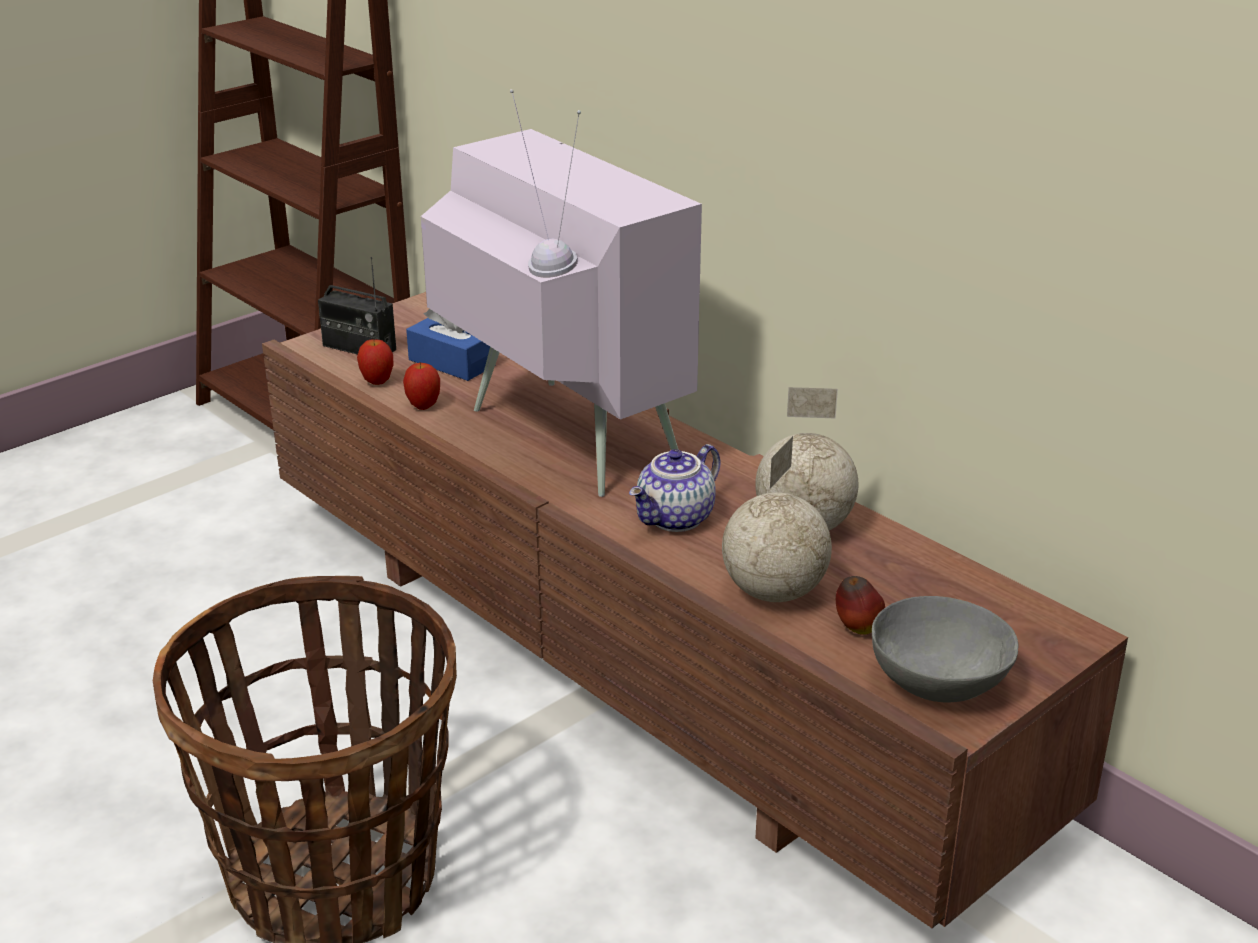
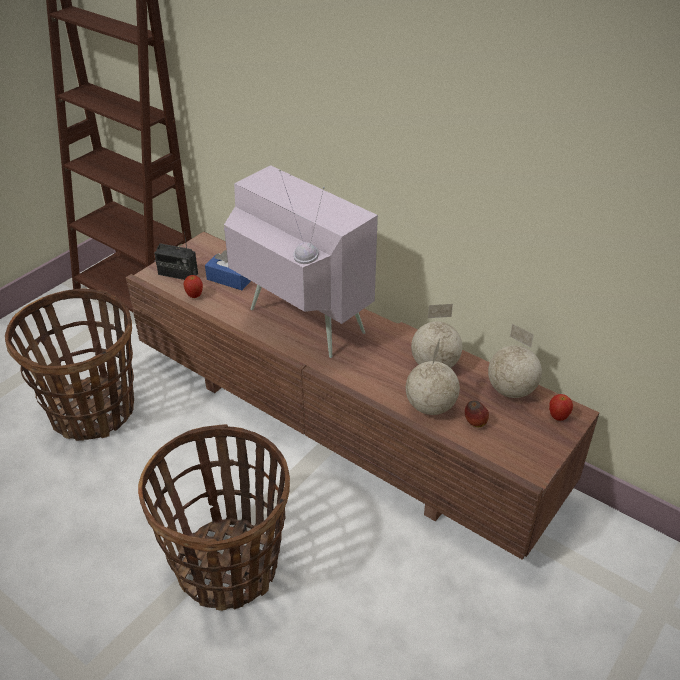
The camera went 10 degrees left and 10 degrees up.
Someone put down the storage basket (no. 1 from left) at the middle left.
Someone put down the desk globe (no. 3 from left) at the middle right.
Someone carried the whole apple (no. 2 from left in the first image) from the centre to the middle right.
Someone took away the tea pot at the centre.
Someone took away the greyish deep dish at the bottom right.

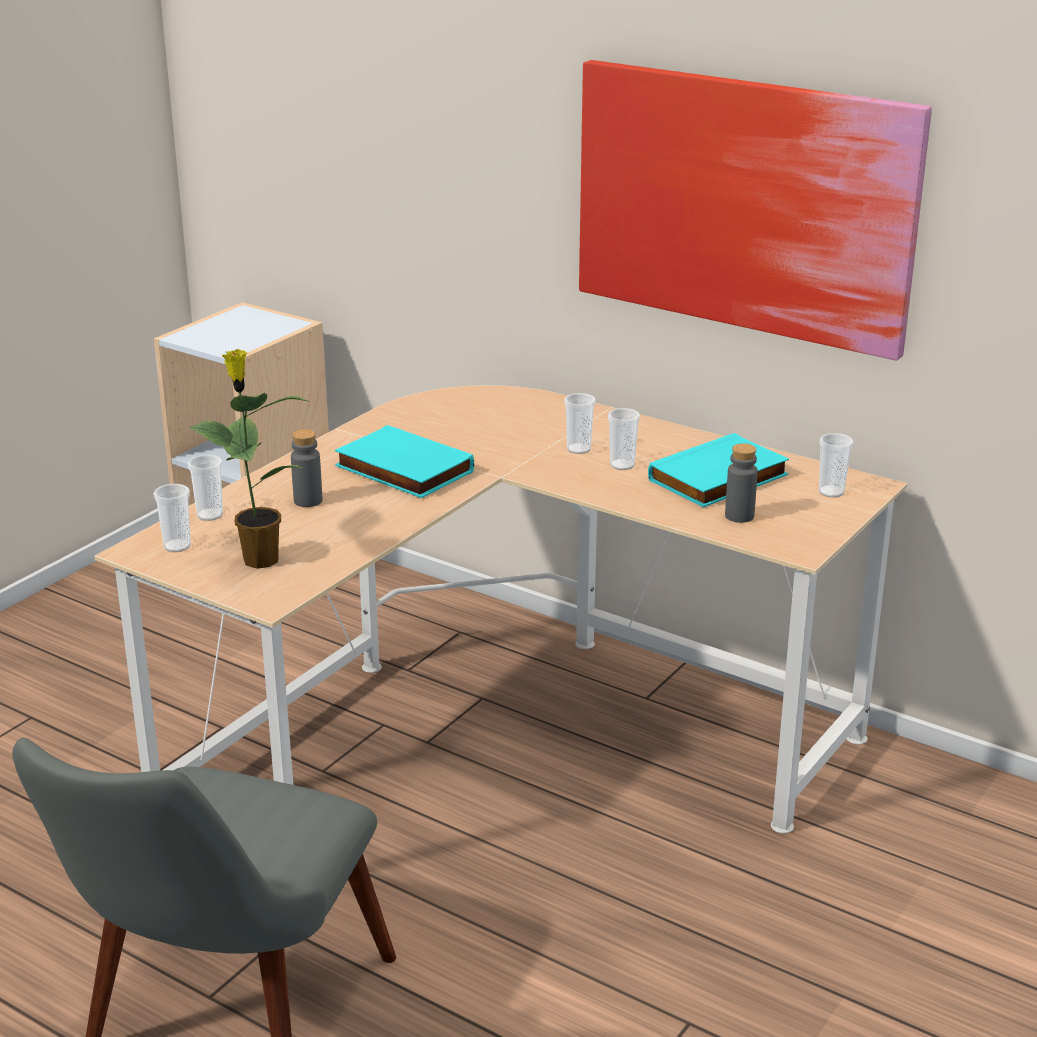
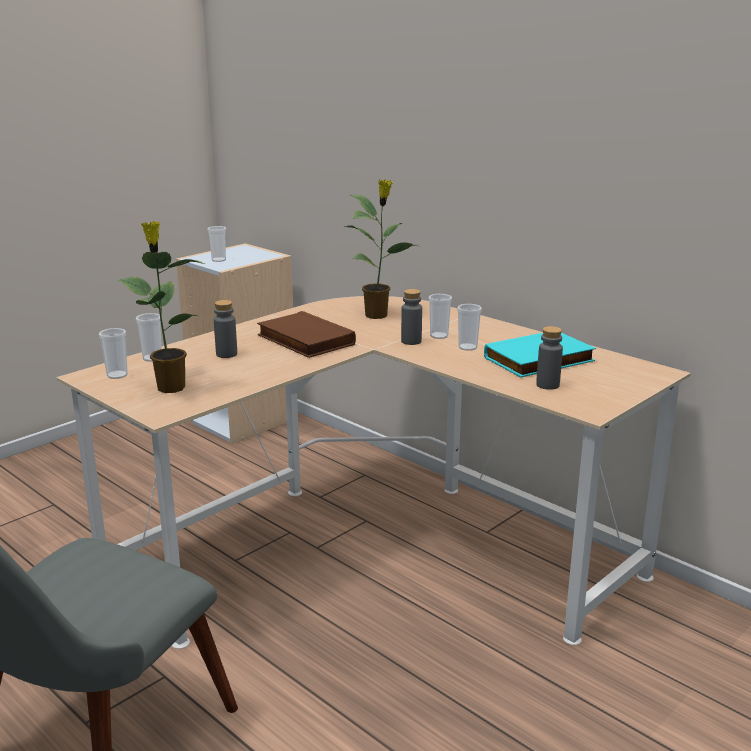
The camera went 10 degrees right and 5 degrees down.
Someone carried the small cup (no. 5 from left in the first image) from the middle right to the top left.
Someone repainted the turquoise volume (no. 1 from left) at the centre, which became the brown volume at the centre.
Someone put down the houseplant (no. 2 from left) at the top centre.
Someone put down the greyish beverage bottle (no. 2 from left) at the centre.
Someone took away the picture at the top right.

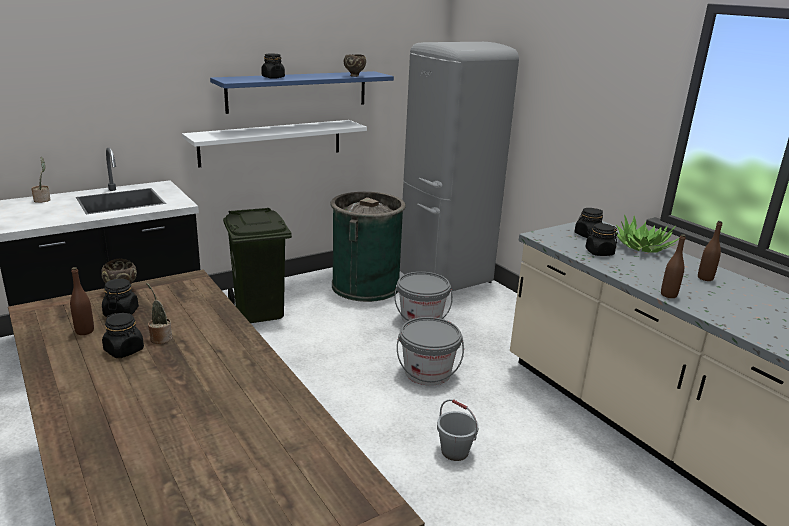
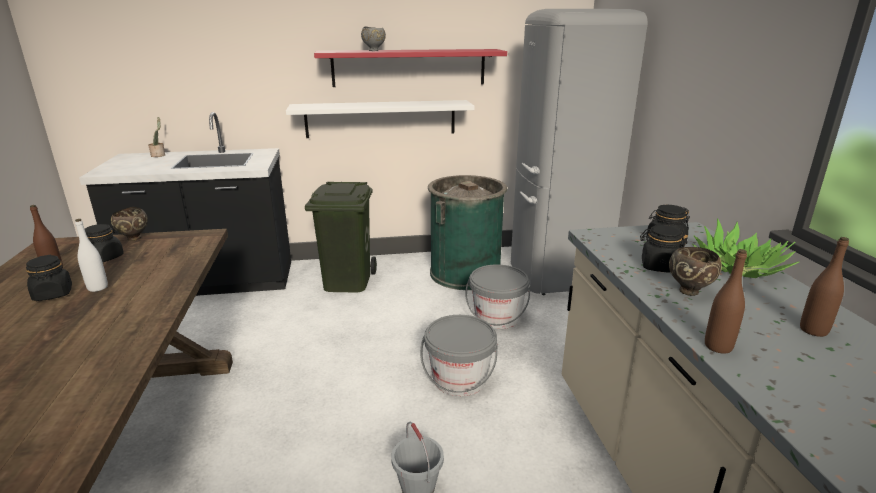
The camera went 25 degrees right and 0 degrees up.
Someone swapped the houseplant (no. 2 from left) at the middle left for the whitish beverage bottle at the middle left.
Someone repainted the bluish shelf at the top centre, which became the red-coloured shelf at the top centre.
Someone swapped the black-coloured jar (no. 3 from left) at the top centre for the greyish deep dish at the top centre.
Someone carried the brown deep dish (no. 2 from left) from the top centre to the middle right.

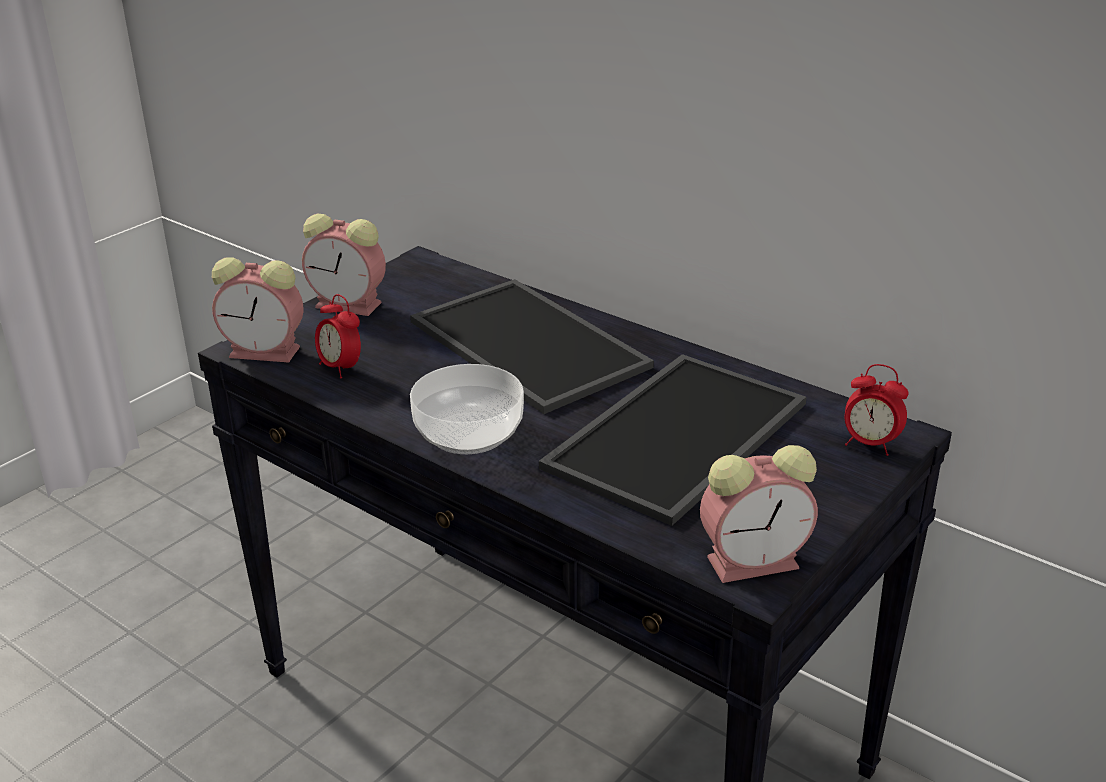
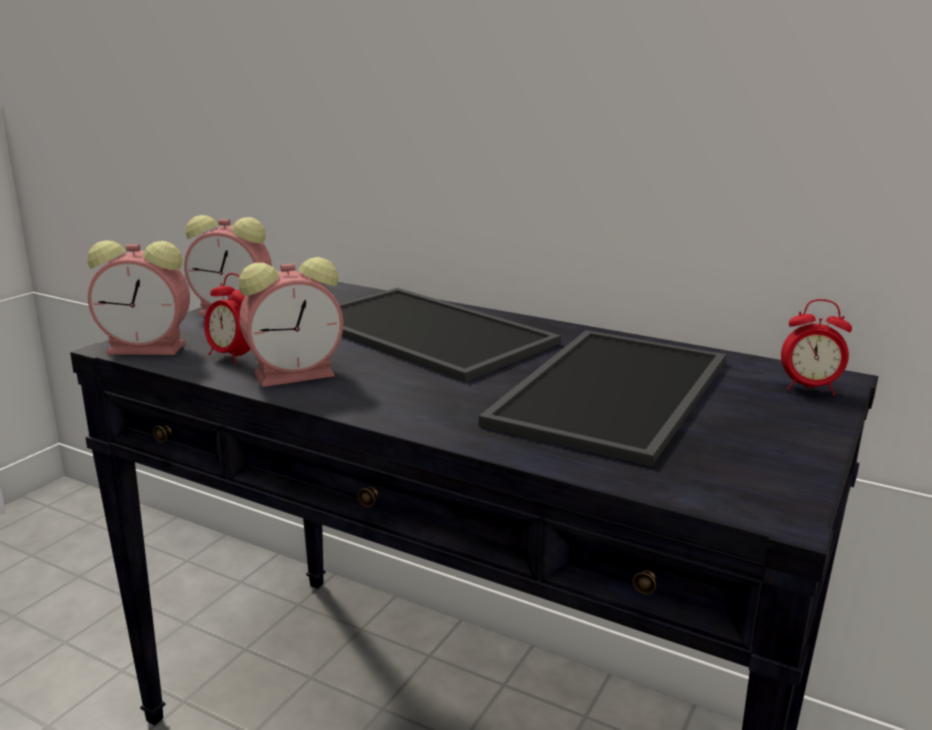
The camera went 10 degrees left and 10 degrees down.
Someone carried the bedside clock (no. 4 from left) from the middle right to the middle left.
Someone took away the deep dish at the centre.

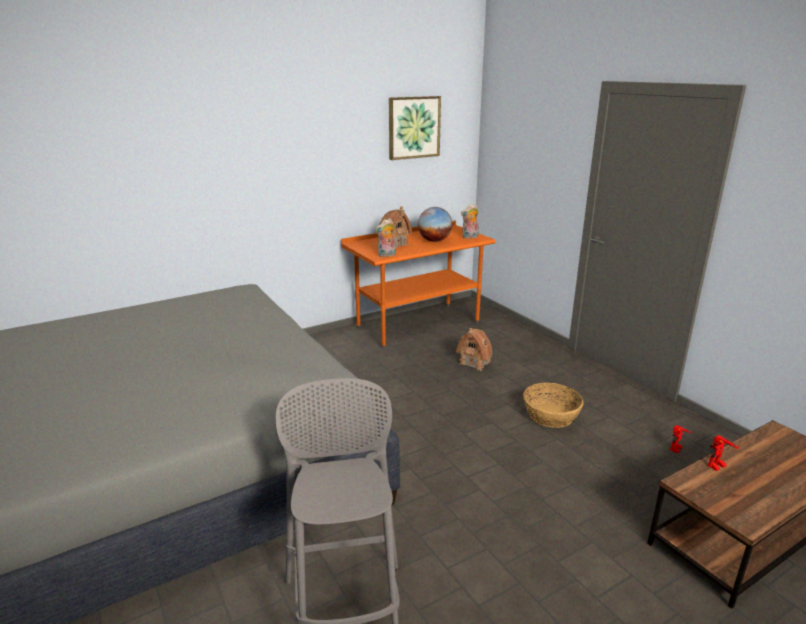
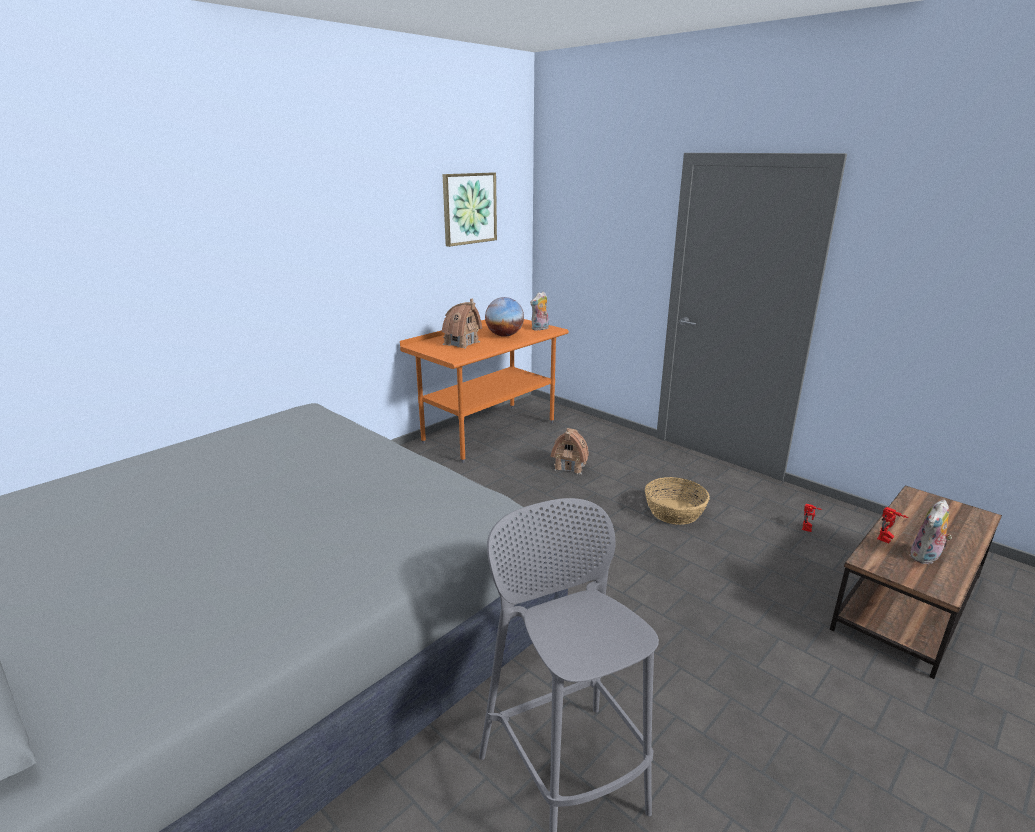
The camera went 15 degrees left and 0 degrees up.
Someone carried the cuddly toy (no. 1 from left in the first image) from the centre to the middle right.

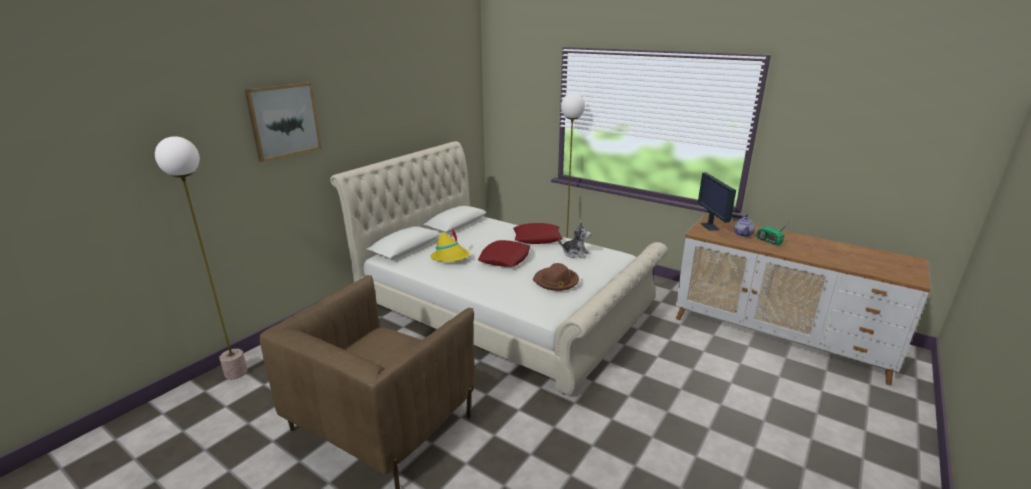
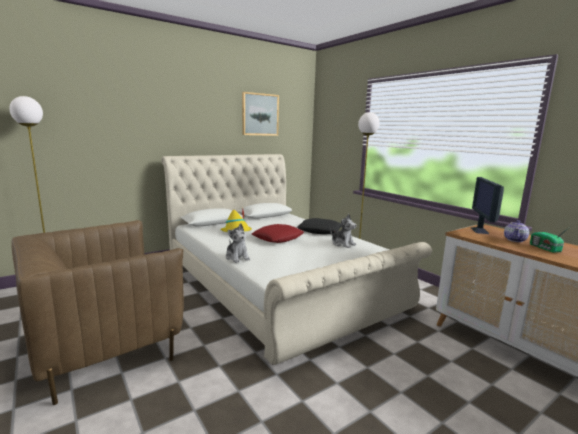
The camera went 20 degrees right and 10 degrees down.
Someone put down the cuddly toy (no. 1 from left) at the centre.
Someone carried the picture from the top left to the top centre.
Someone repainted the red-coloured pillow (no. 2 from left) at the centre, which became the black-coloured pillow at the centre.
Someone took away the brown wearable hat at the centre.

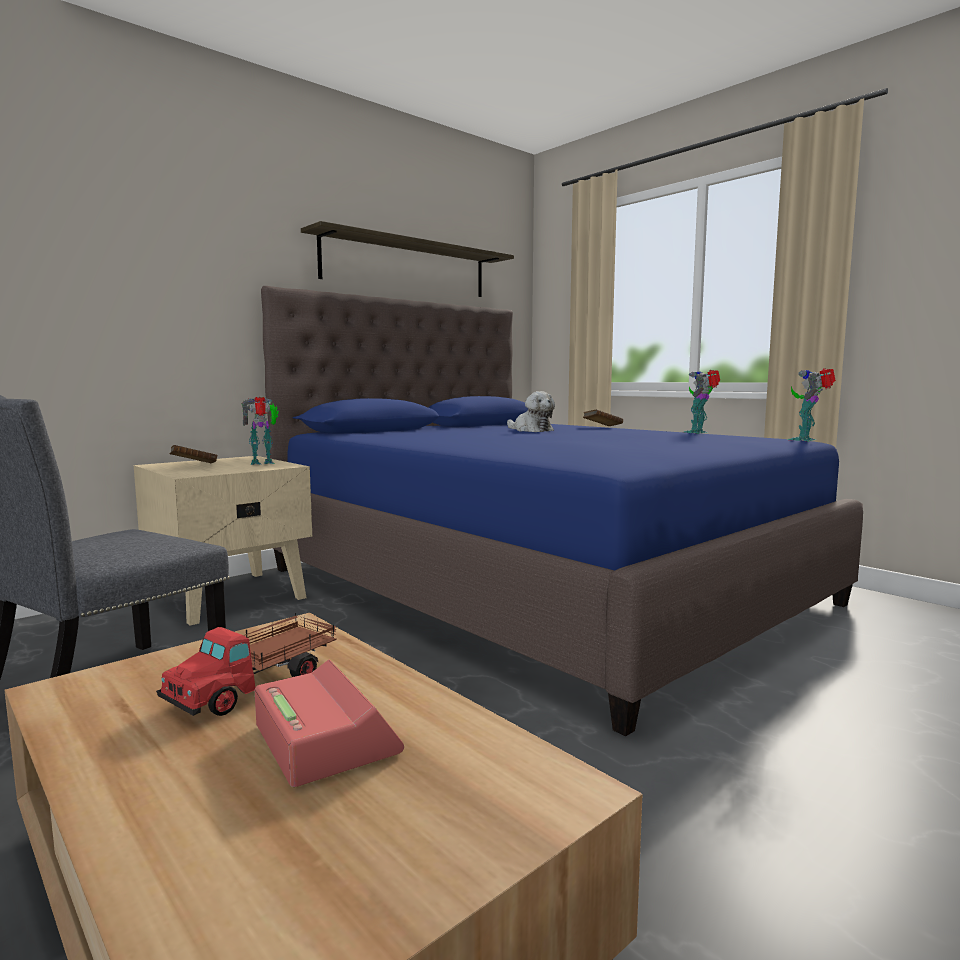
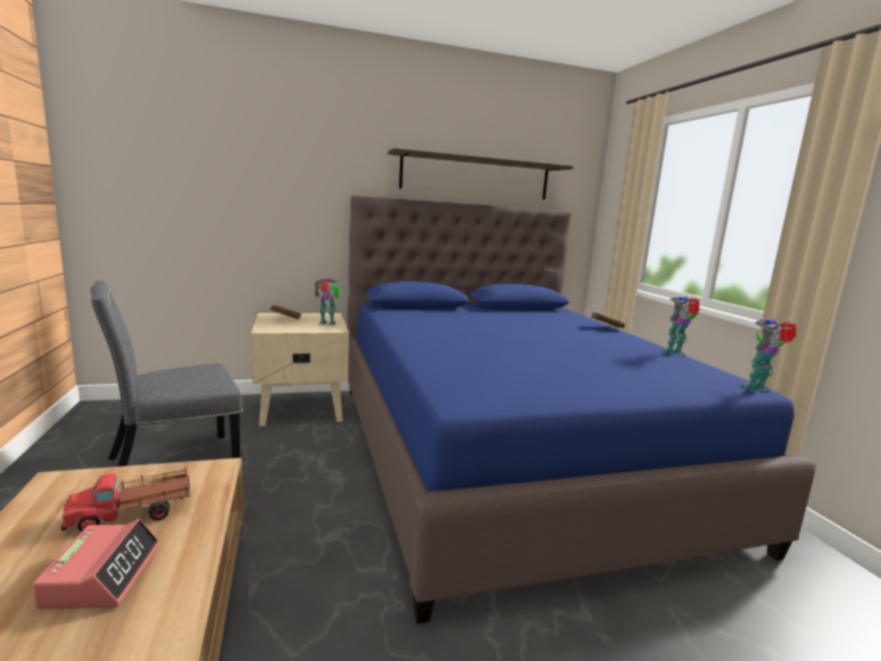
The camera went 25 degrees right and 5 degrees up.
Someone took away the cuddly toy at the centre.

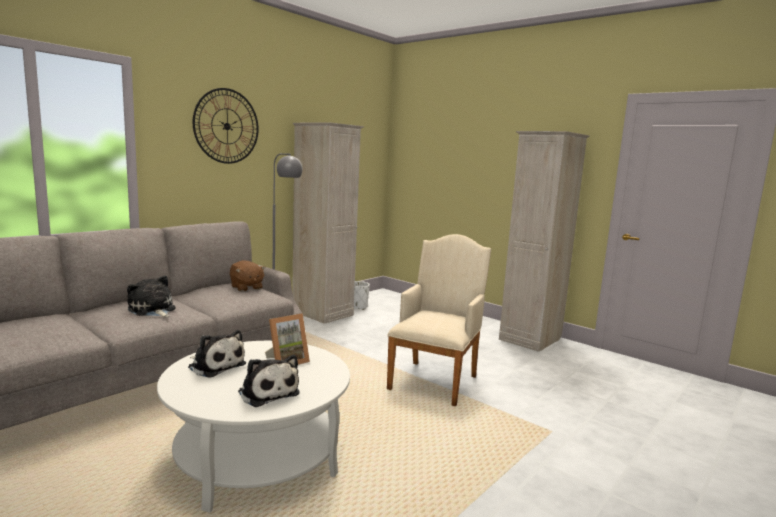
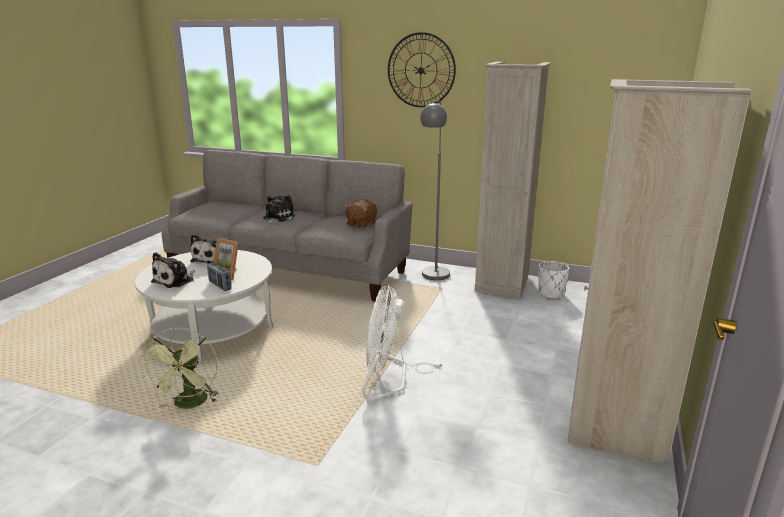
The camera went 70 degrees right and 10 degrees up.
Someone put down the greenish cooling fan at the bottom left.
Someone put down the radio set at the middle left.
Someone swapped the sand-coloured armchair at the centre for the whitish cooling fan at the centre.

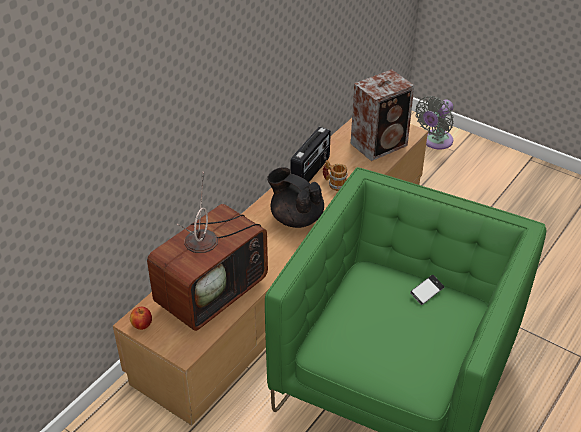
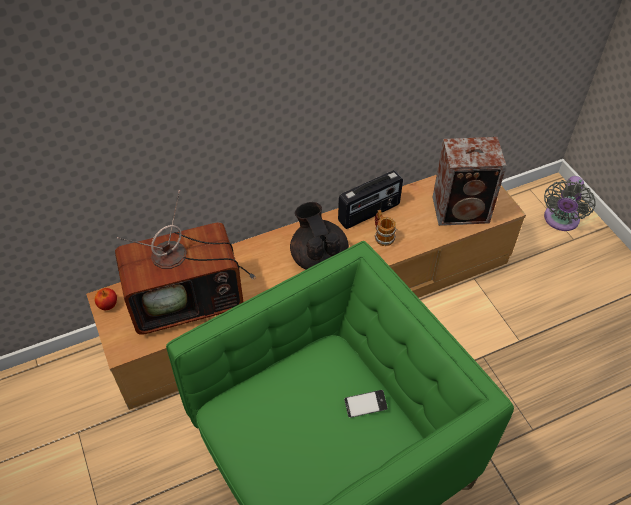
The camera went 30 degrees right and 10 degrees up.
Someone rotated the greyish cooling fan at the top right by 45 degrees counterclockwise.

